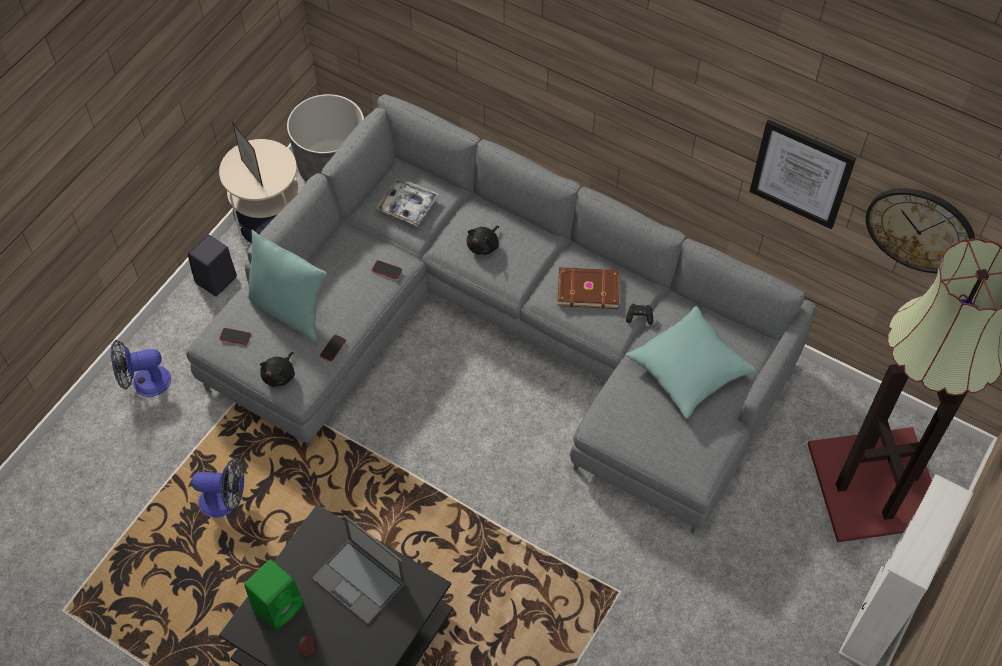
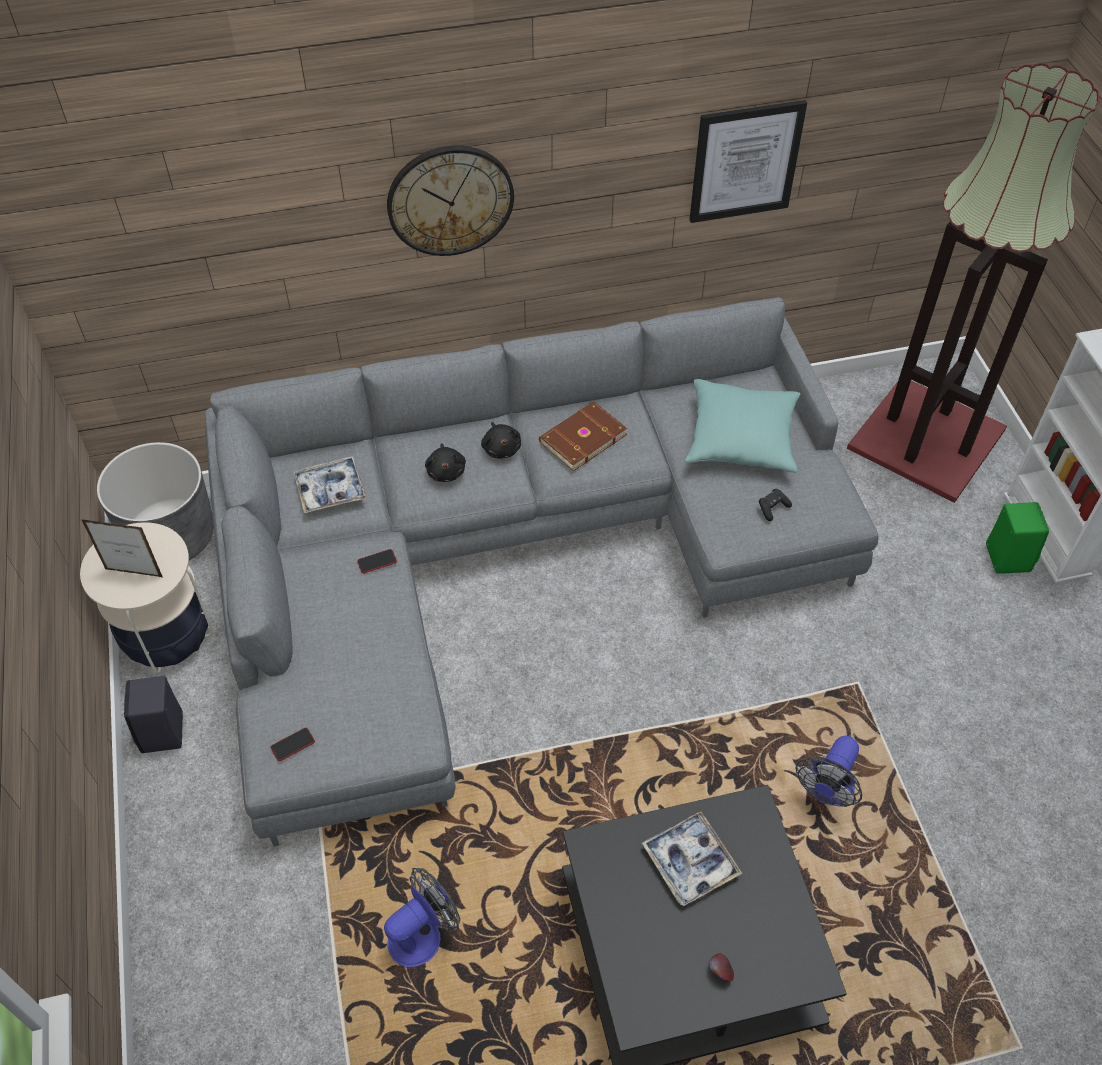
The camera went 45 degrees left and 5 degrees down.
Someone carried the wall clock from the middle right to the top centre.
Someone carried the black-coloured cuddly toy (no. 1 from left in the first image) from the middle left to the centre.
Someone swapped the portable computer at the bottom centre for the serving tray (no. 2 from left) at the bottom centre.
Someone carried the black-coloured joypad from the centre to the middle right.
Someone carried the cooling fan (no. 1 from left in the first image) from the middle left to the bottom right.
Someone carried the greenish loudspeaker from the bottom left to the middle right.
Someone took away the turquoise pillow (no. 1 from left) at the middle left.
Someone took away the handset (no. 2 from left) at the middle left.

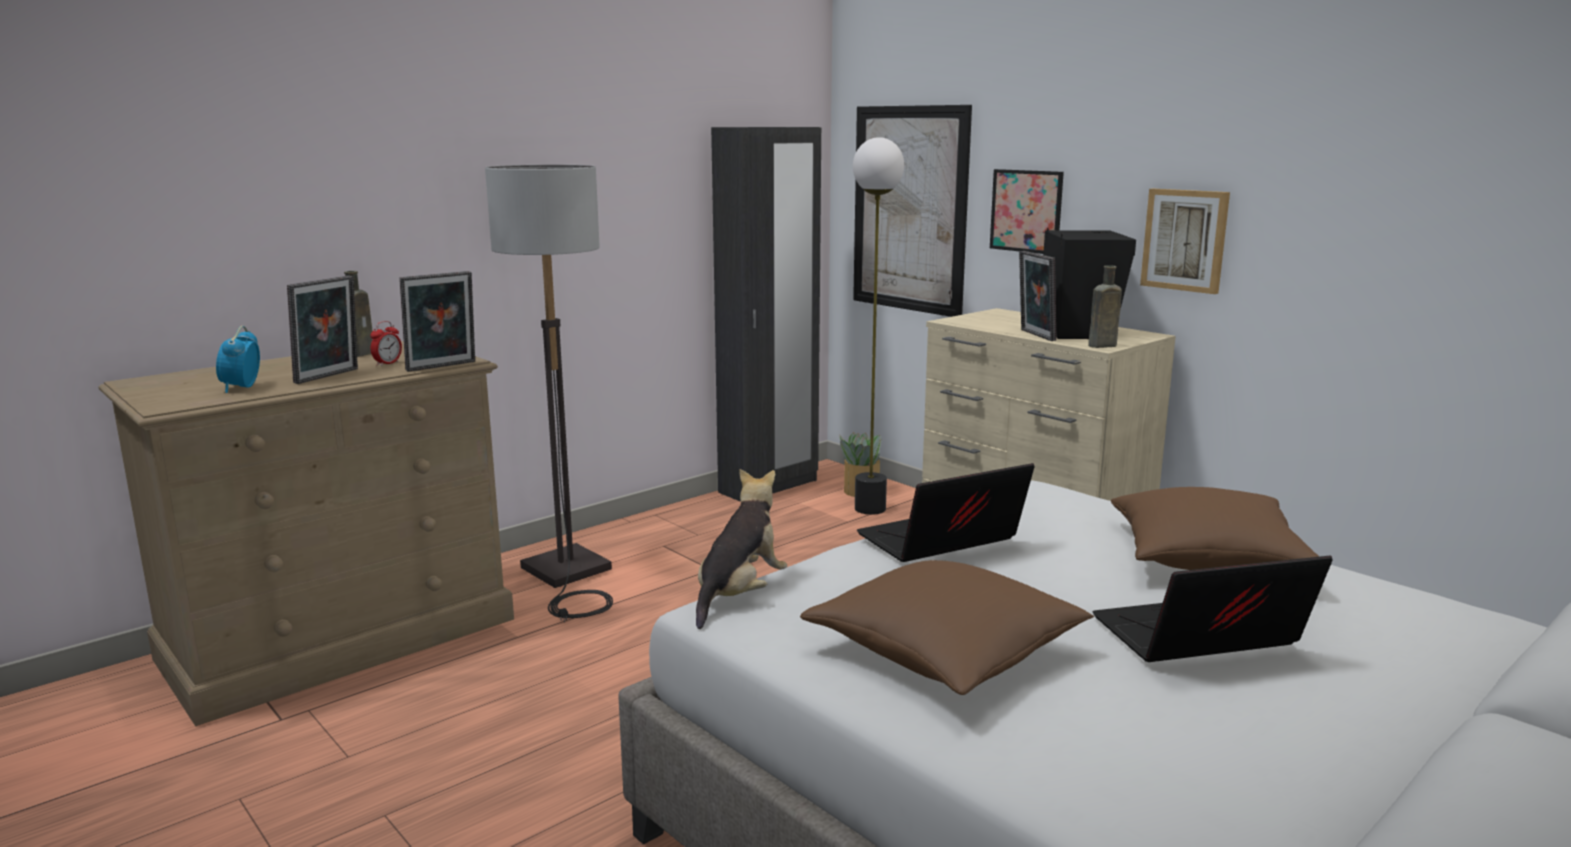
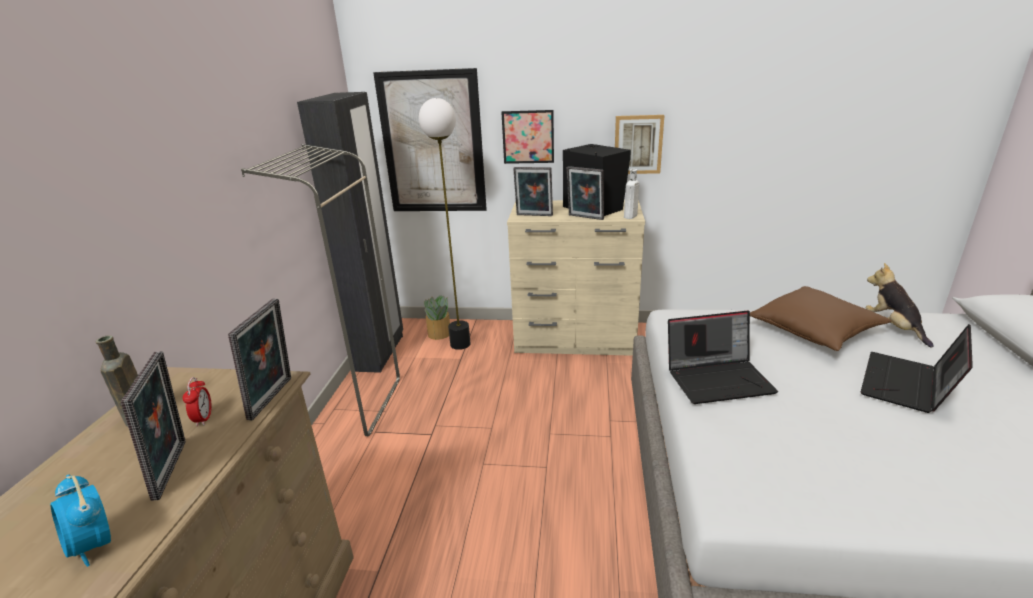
The camera went 40 degrees left and 10 degrees up.
Someone put down the greyish garment rack at the middle left.
Someone put down the photo frame (no. 3 from left) at the top centre.
Someone repainted the brown beverage bottle (no. 2 from left) at the middle right, which became the whitish beverage bottle at the top centre.
Someone rotated the portable computer (no. 1 from left) at the centre by 120 degrees counterclockwise.
Someone carried the cuddly toy from the centre to the middle right.
Someone took away the standing lamp (no. 1 from left) at the centre.
Someone took away the brown pillow (no. 1 from left) at the bottom centre.

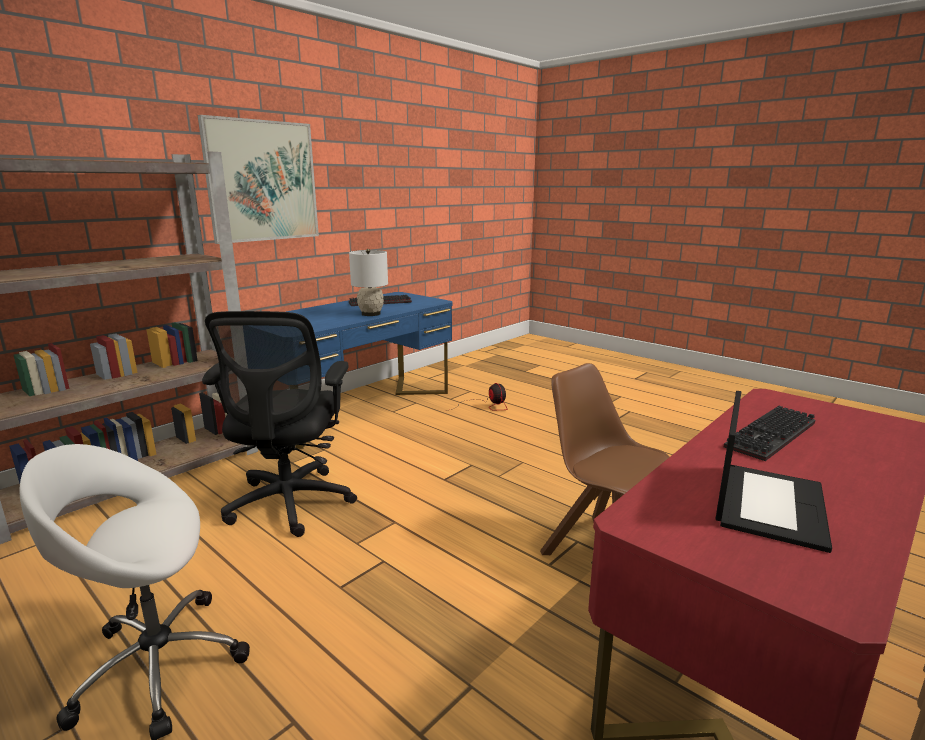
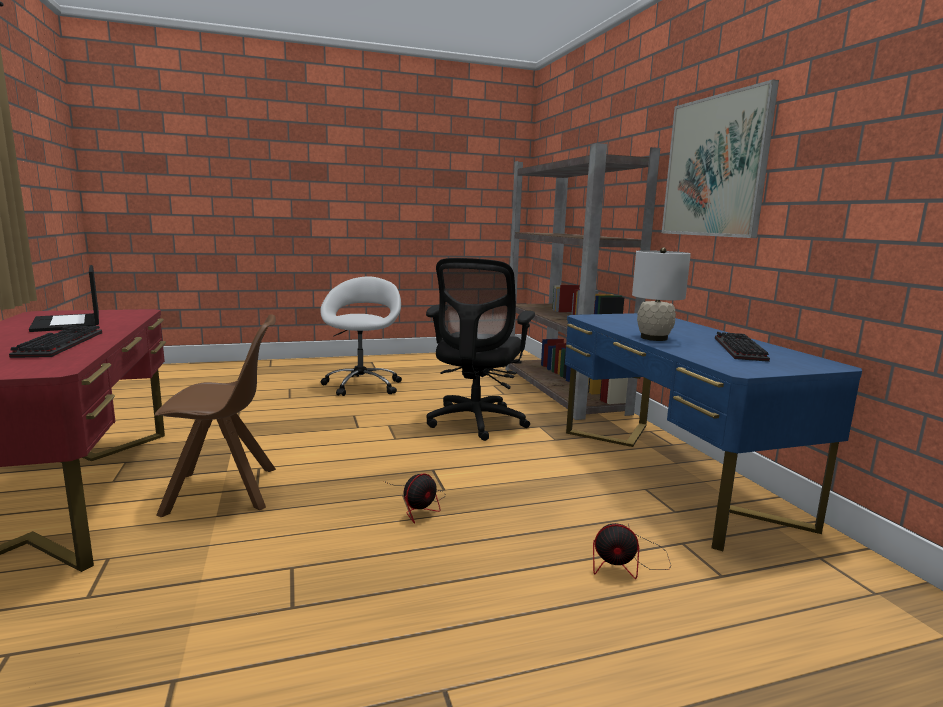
The camera went 120 degrees right and 5 degrees down.
Someone put down the cooling fan (no. 1 from left) at the bottom centre.
Someone rotated the black-coloured computer chair at the middle left by 105 degrees counterclockwise.

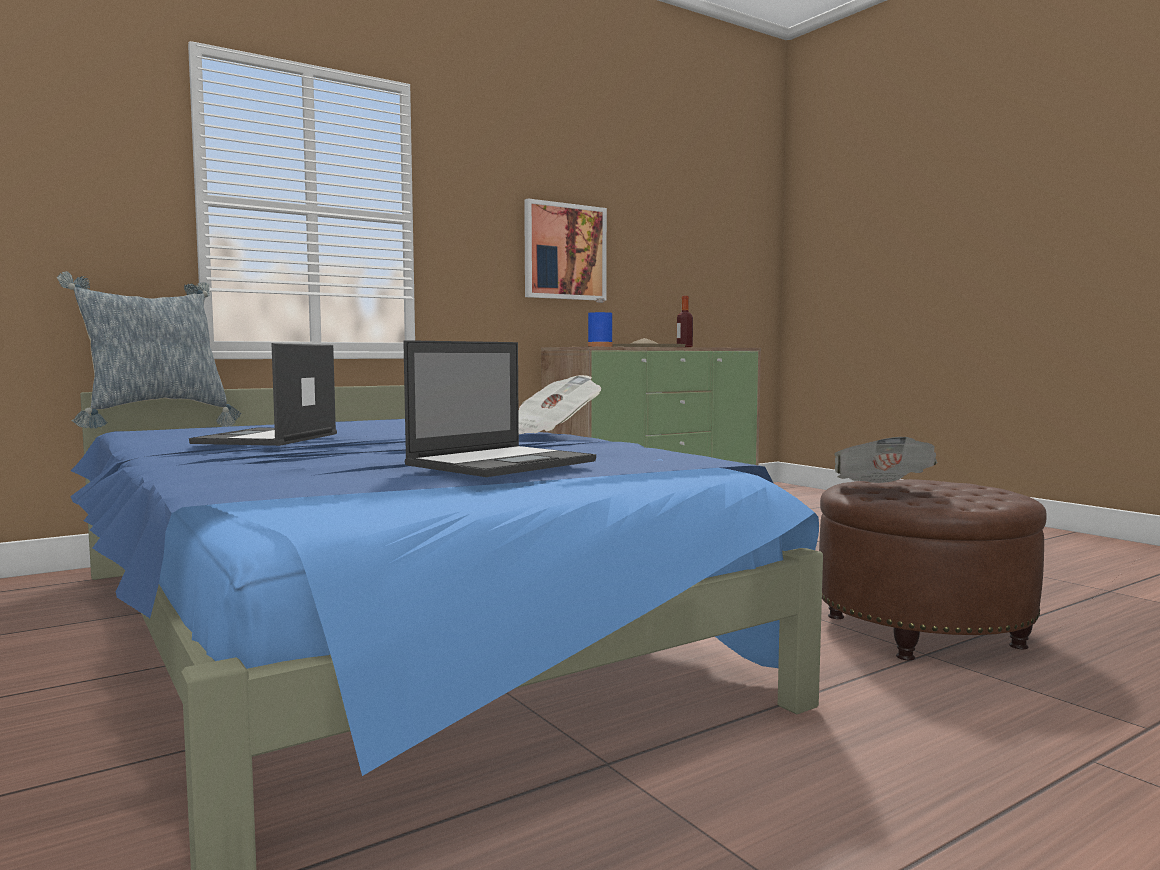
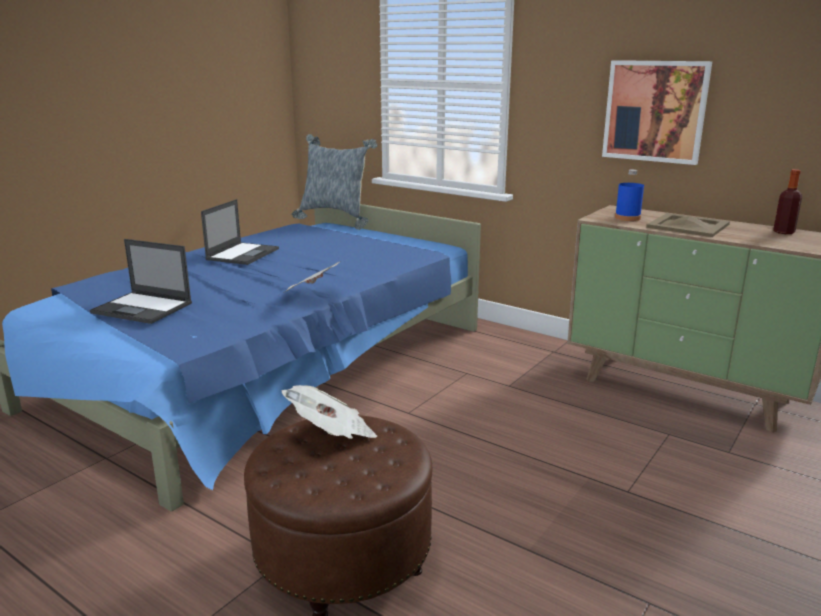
The camera went 70 degrees right and 15 degrees up.
Someone rotated the portable computer (no. 1 from left in the first image) at the middle left by 120 degrees clockwise.

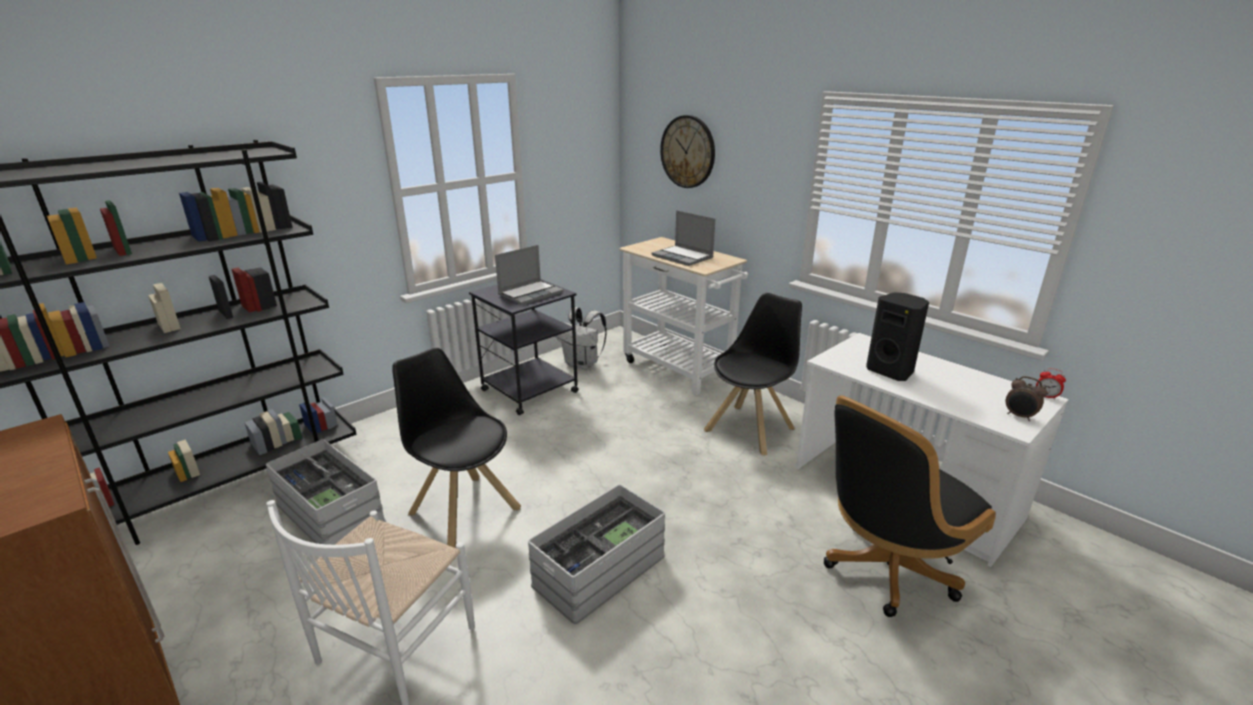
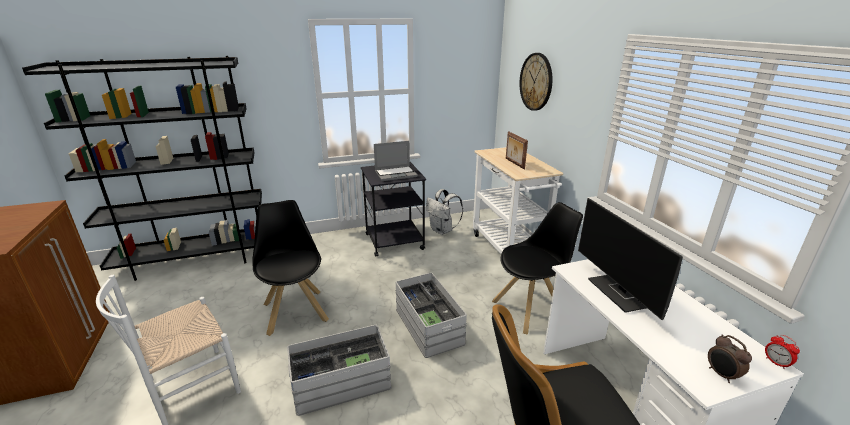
The camera went 25 degrees right and 0 degrees up.
Someone carried the greyish storage container (no. 1 from left in the first image) from the bottom left to the bottom centre.
Someone swapped the portable computer (no. 2 from left) at the centre for the photo frame at the centre.
Someone swapped the black-coloured loudspeaker at the middle right for the monitor at the middle right.

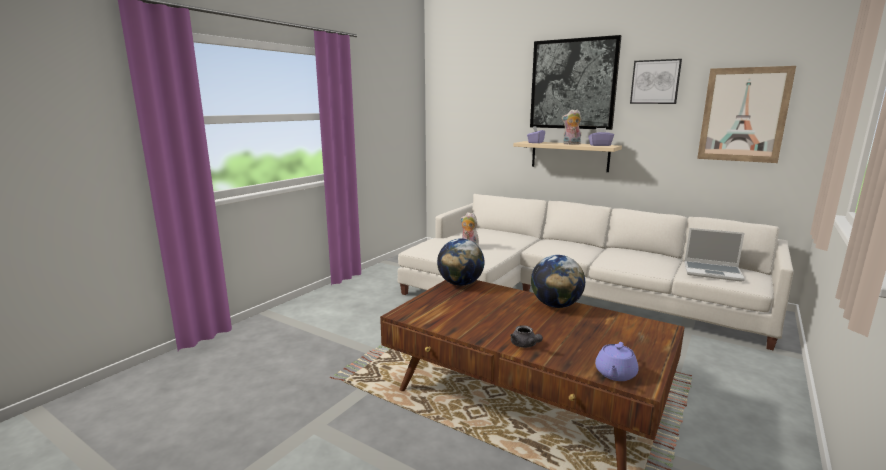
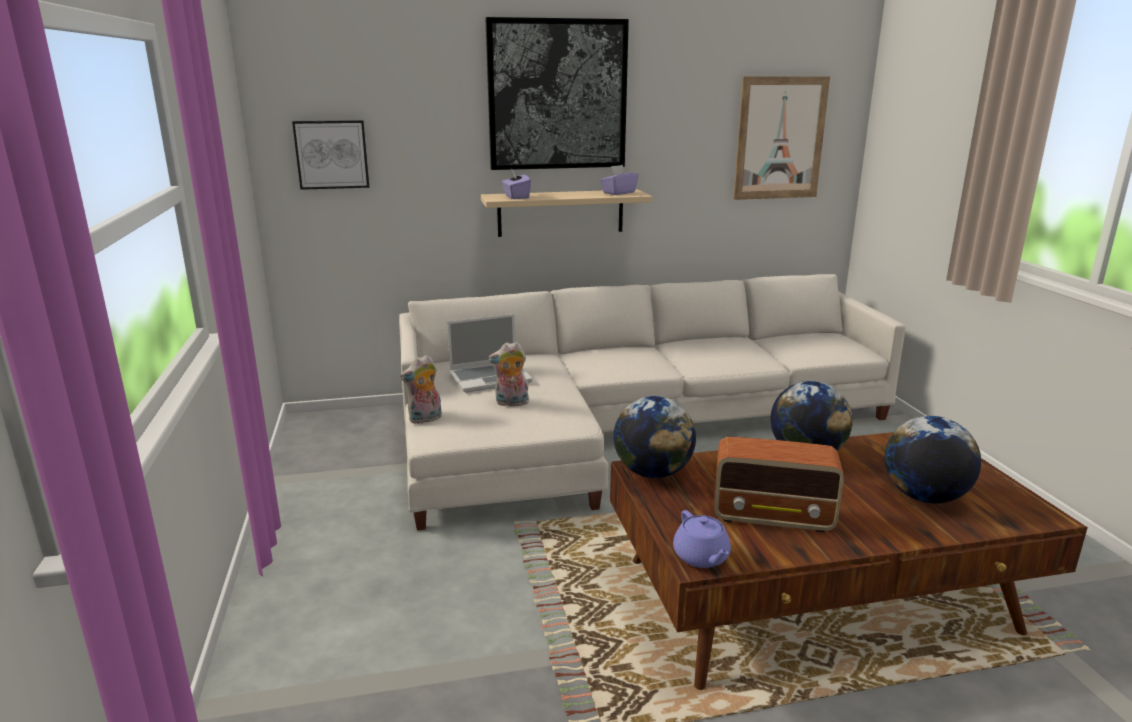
The camera went 45 degrees left and 5 degrees up.
Someone carried the picture (no. 2 from left in the first image) from the top right to the top left.
Someone carried the cuddly toy (no. 2 from left in the first image) from the top centre to the centre.
Someone carried the portable computer from the middle right to the centre.
Someone carried the purplish tea pot from the bottom right to the bottom centre.
Someone put down the radio set at the bottom right.
Someone put down the desk globe (no. 3 from left) at the middle right.
Someone took away the greyish tea pot at the bottom centre.

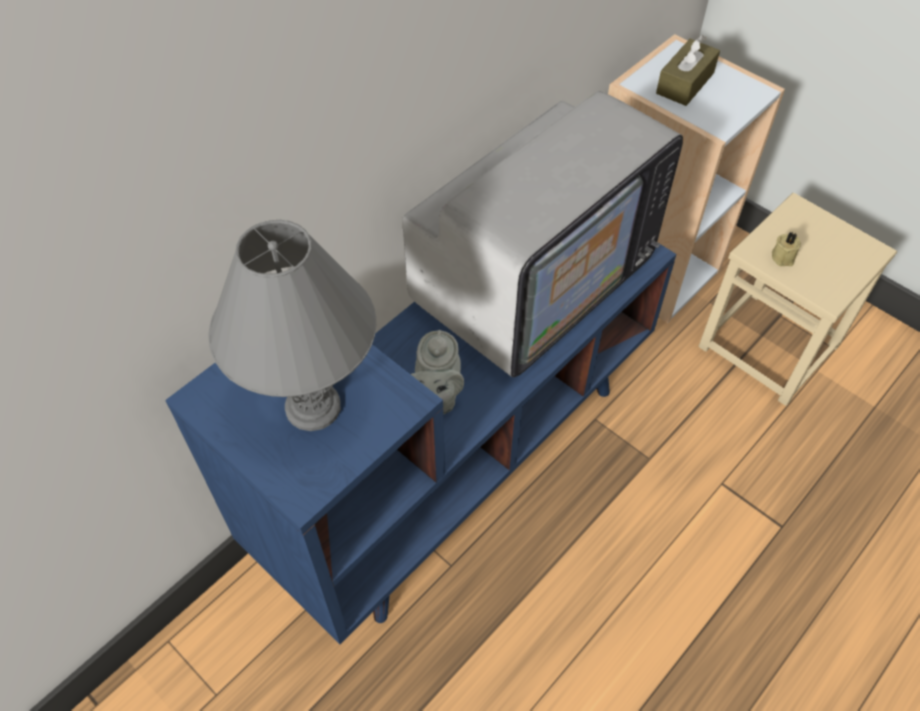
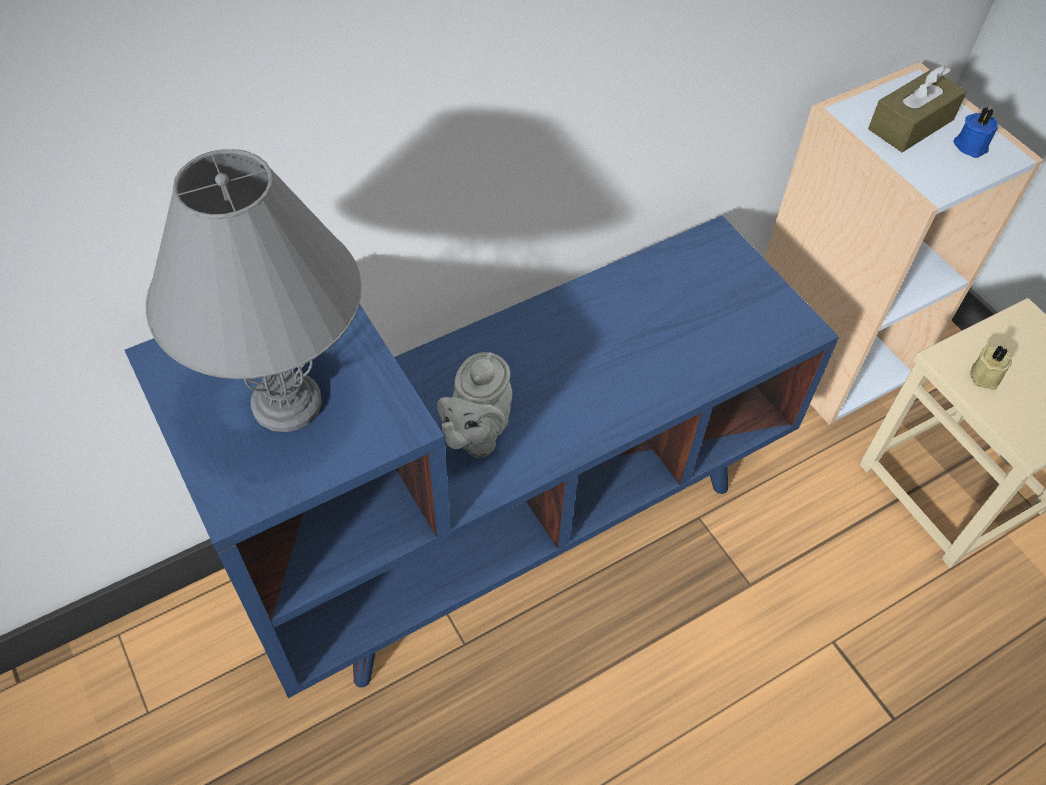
The camera went 15 degrees right and 0 degrees up.
Someone put down the bluish candle at the top right.
Someone took away the television at the top centre.

